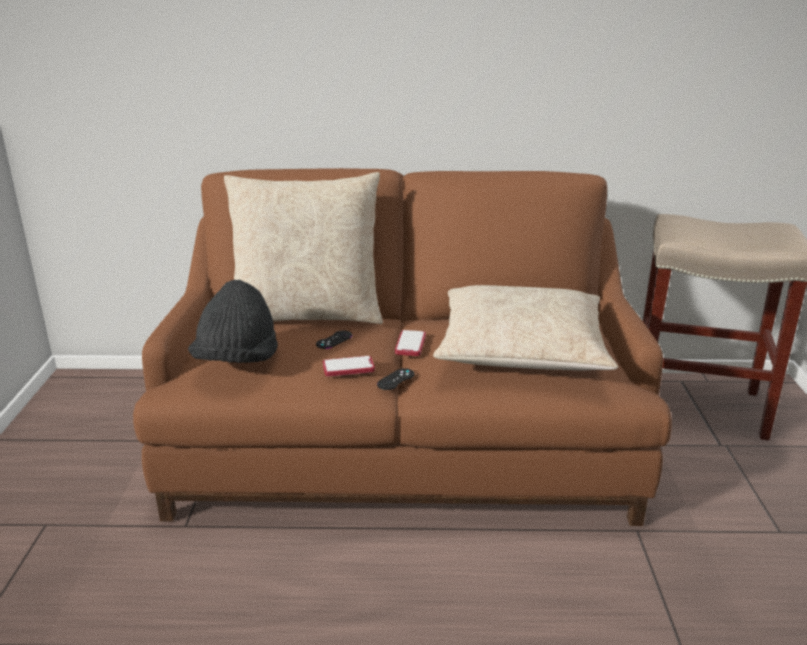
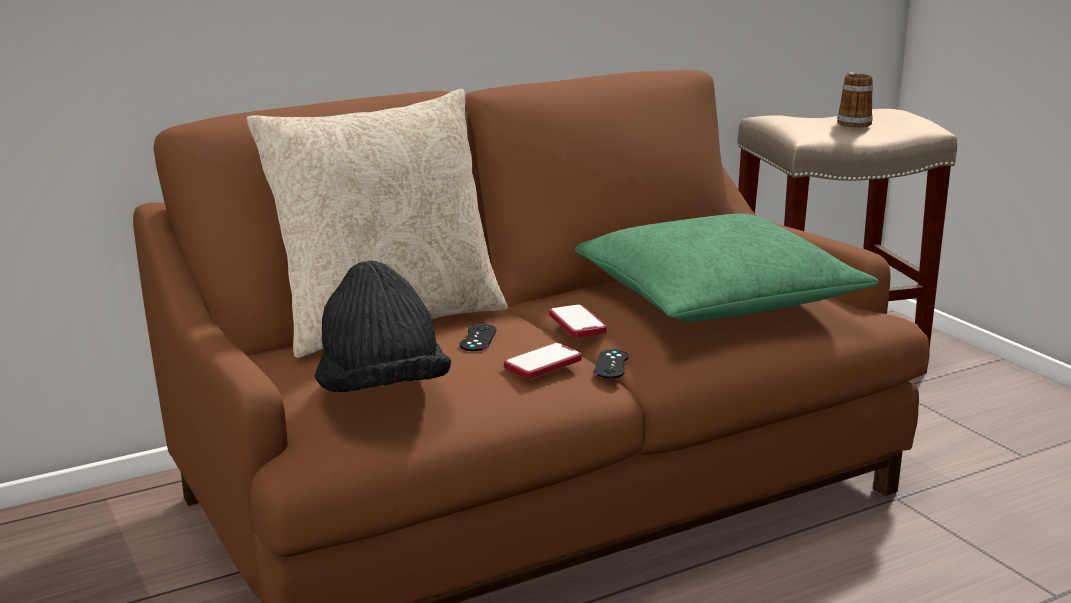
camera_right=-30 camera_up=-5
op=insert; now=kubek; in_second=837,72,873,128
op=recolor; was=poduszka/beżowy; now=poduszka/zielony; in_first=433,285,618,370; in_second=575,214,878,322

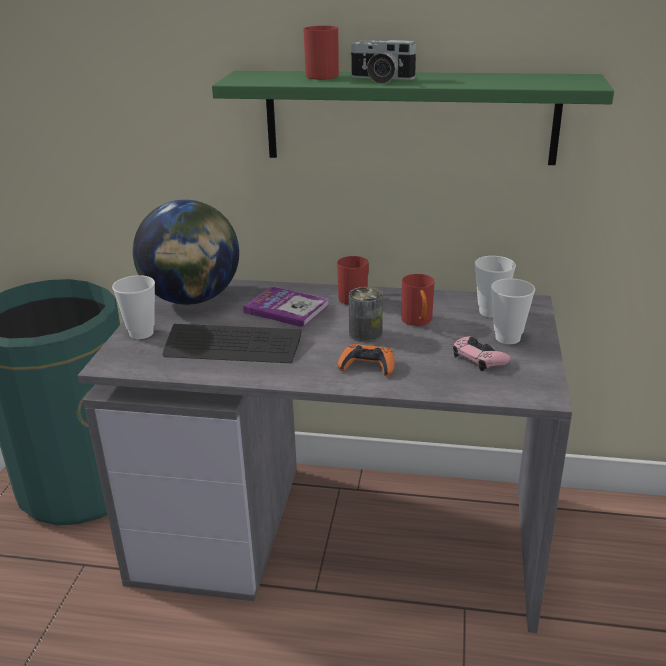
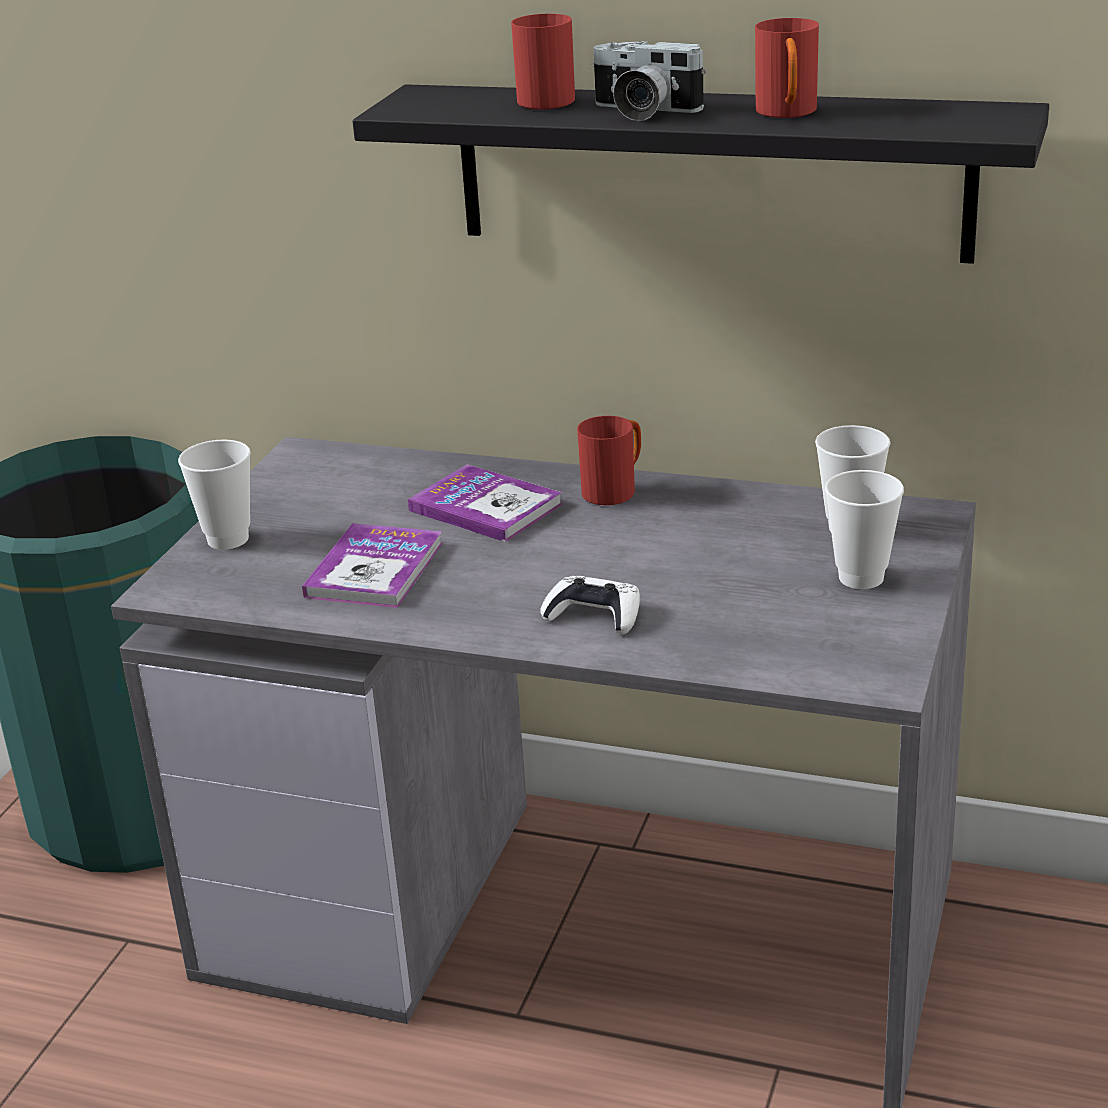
camera_right=10 camera_up=0
op=delete; was=globus; in_first=133,200,239,305
op=delete; was=puszka; in_first=349,287,383,342
op=delete; was=pad do gier/różowy; in_first=453,336,511,371
op=move; was=kubek/czerwony; in_first=401,274,435,326; in_second=755,18,819,118
op=replace; was=klawiatura; now=książka; in_first=163,324,302,363; in_second=302,523,443,608
op=recolor; was=półka/zielony; now=półka/czarny; in_first=212,71,614,165; in_second=353,84,1049,264
op=recolor; was=pad do gier/pomarańczowy; now=pad do gier/biały; in_first=338,344,395,376; in_second=540,576,640,634

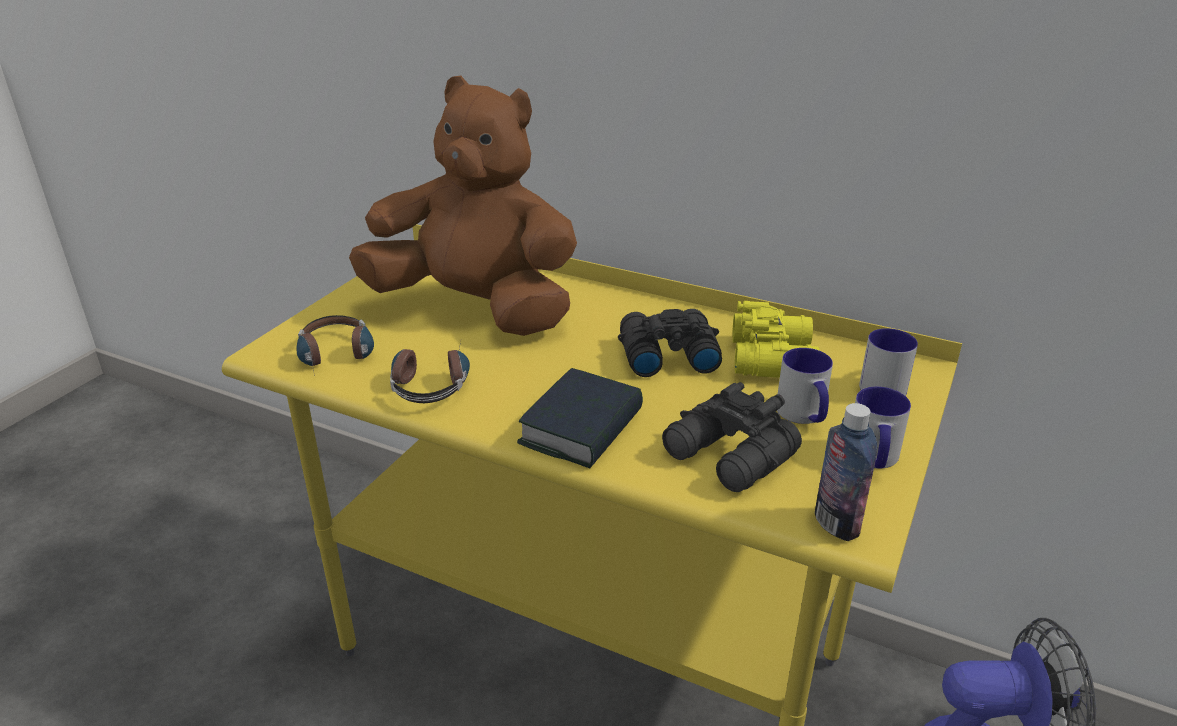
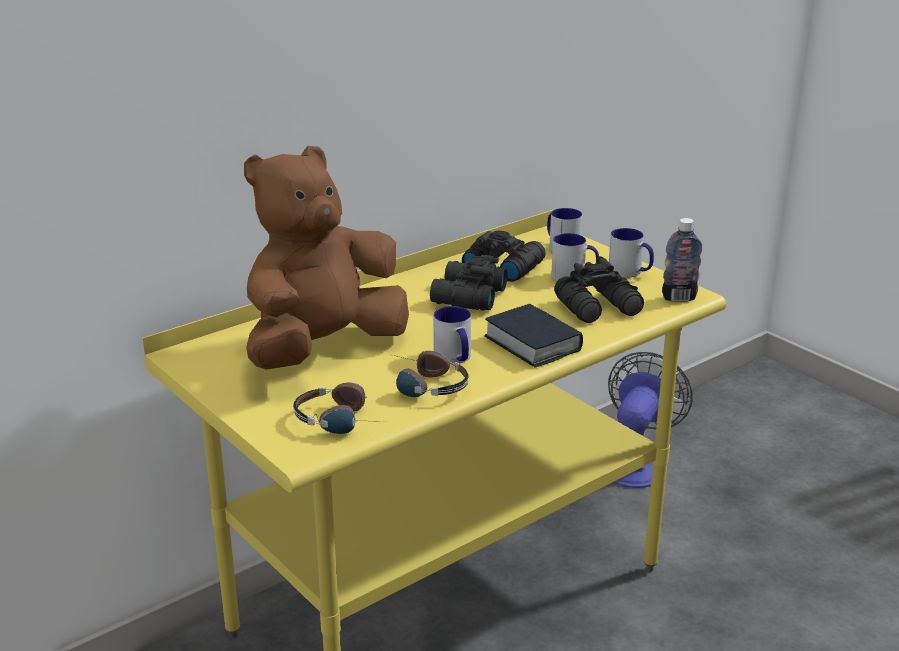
camera_right=-65 camera_up=-5
op=insert; now=kubek; in_second=433,306,471,364
op=recolor; was=lornetka/żółty; now=lornetka/czarny; in_first=732,301,820,378; in_second=462,230,546,282

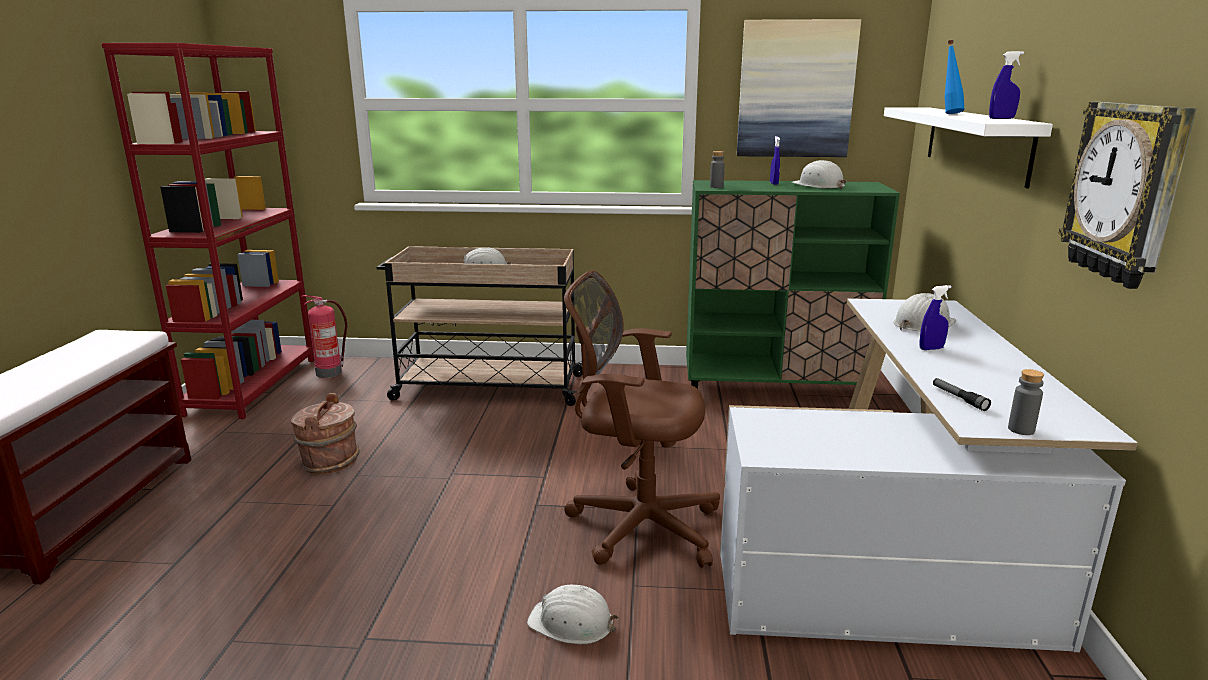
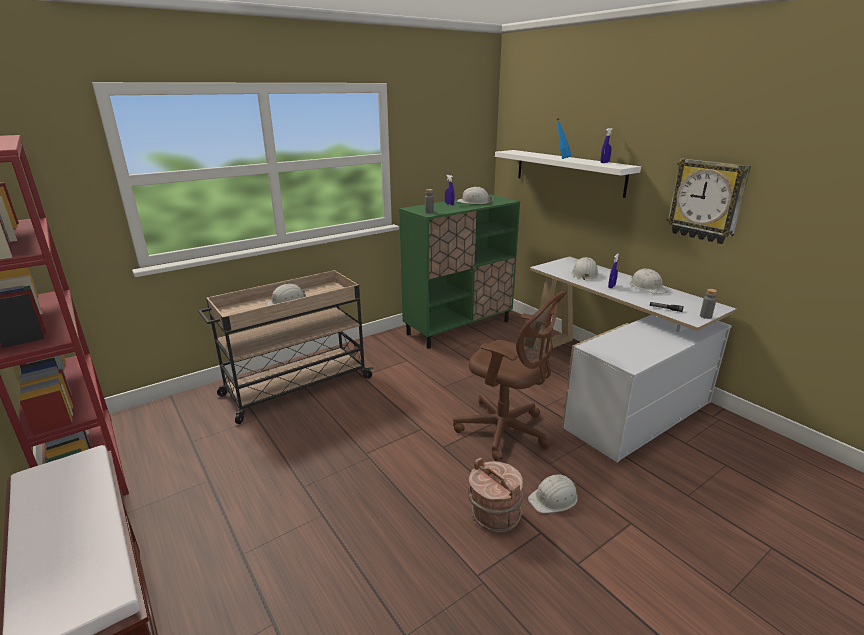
camera_right=-40 camera_up=5
op=delete; was=gaśnica; in_first=301,295,347,378
op=delete; was=obraz; in_first=737,19,861,157
op=insert; now=kask/biały; in_second=630,269,668,294
op=move; was=wiadro/brązowy; in_first=291,393,359,475; in_second=468,457,523,533
op=rotate; was=krzesło biurowe/brązowy; in_first=564,270,720,568; in_second=453,291,567,461; clockwise=-120

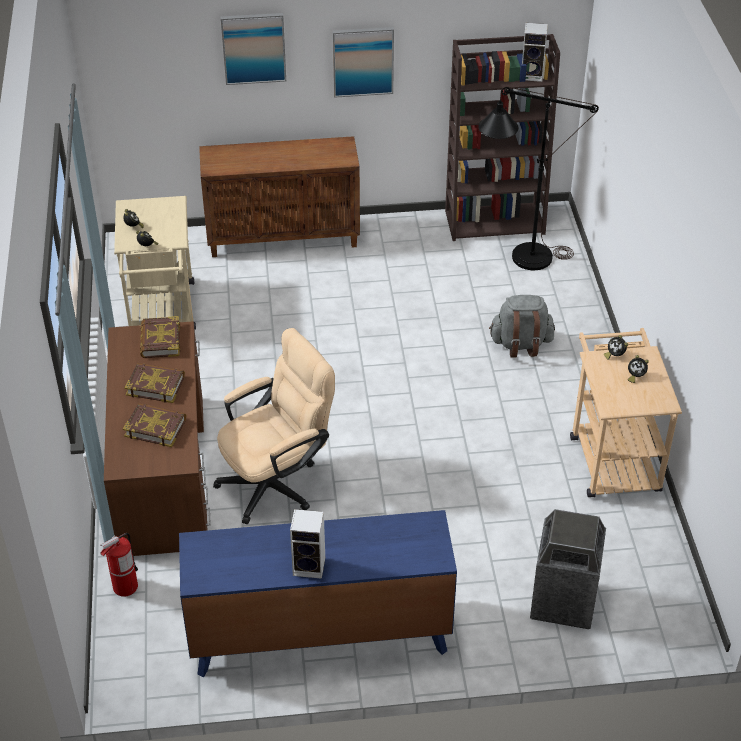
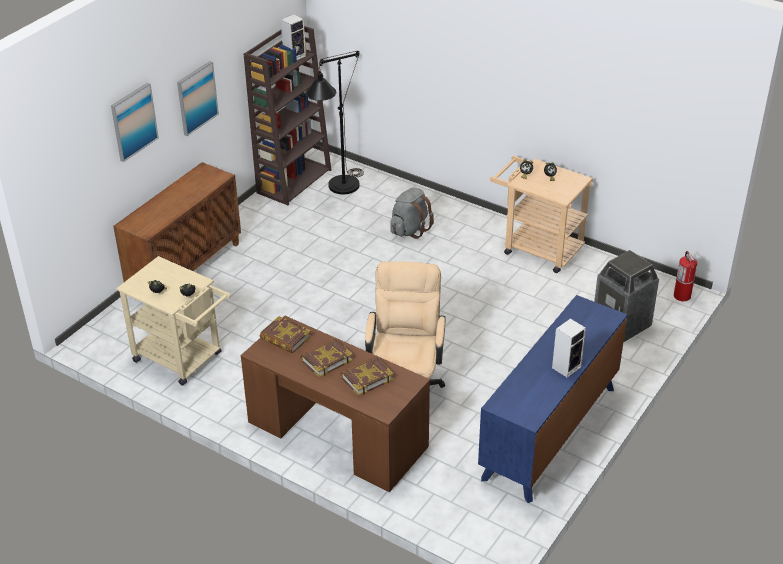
camera_right=-50 camera_up=-5
op=move; was=gaśnica; in_first=100,533,138,597; in_second=674,251,697,301

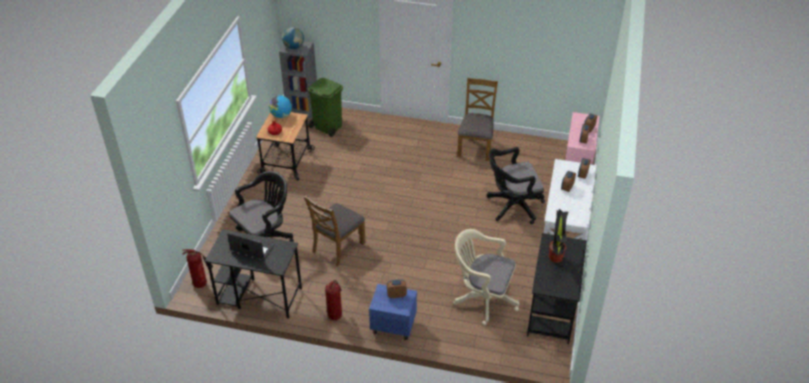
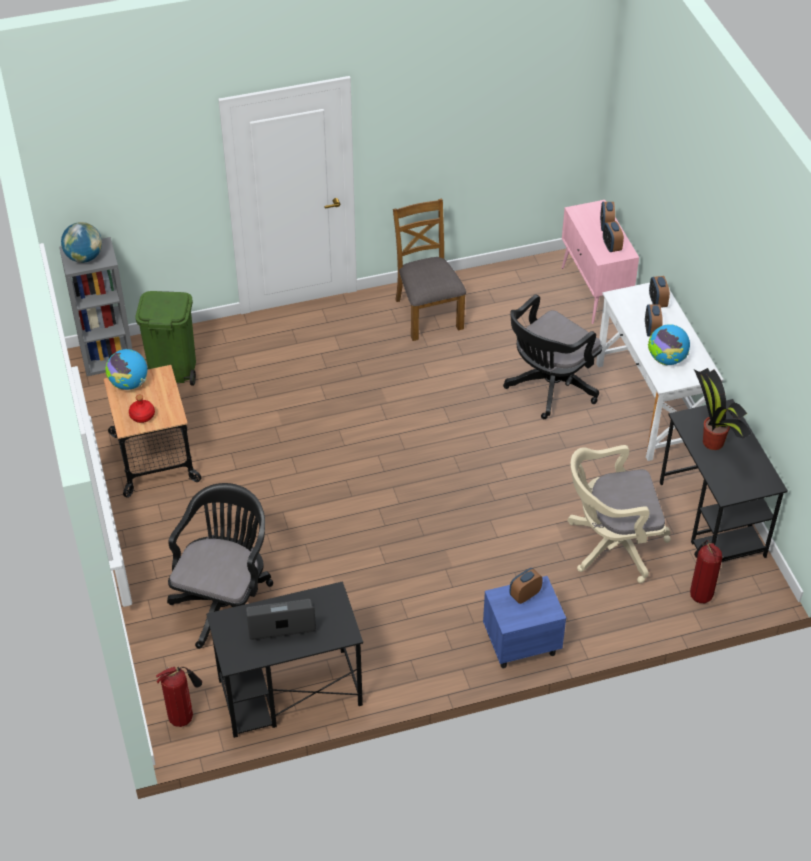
camera_right=-30 camera_up=5
op=delete; was=krzesło/brązowy; in_first=304,195,366,267
op=insert; now=globus; in_second=648,324,690,365
op=move; was=gaśnica; in_first=325,280,342,320; in_second=690,540,722,603

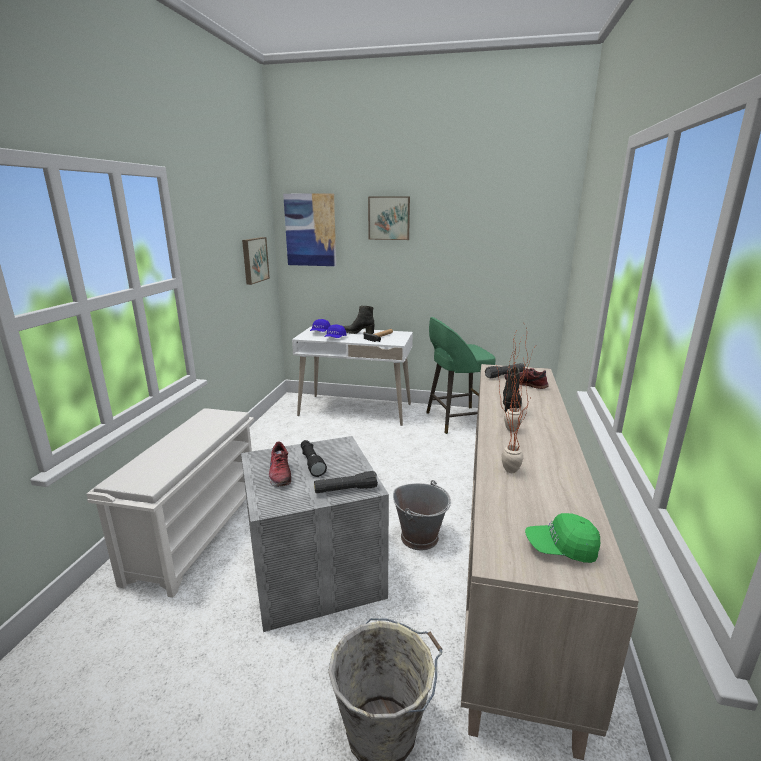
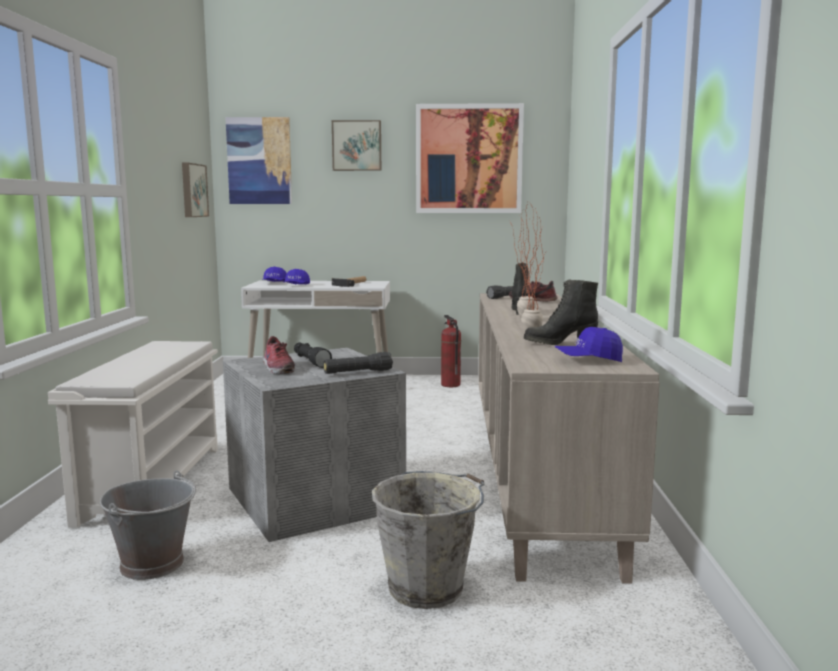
camera_right=-10 camera_up=-10
op=insert; now=obraz; in_second=416,103,524,213
op=move; was=but z cholewką/czarny; in_first=344,306,374,334; in_second=524,279,598,345
op=move; was=wiadro/szary; in_first=393,480,451,550; in_second=100,470,196,580
op=replace; was=stołek/zielony; now=gaśnica; in_first=426,317,495,434; in_second=441,315,461,387
op=recolor; was=czapka z daszkiem/zielony; now=czapka z daszkiem/niebieski; in_first=525,513,600,563; in_second=555,327,623,362

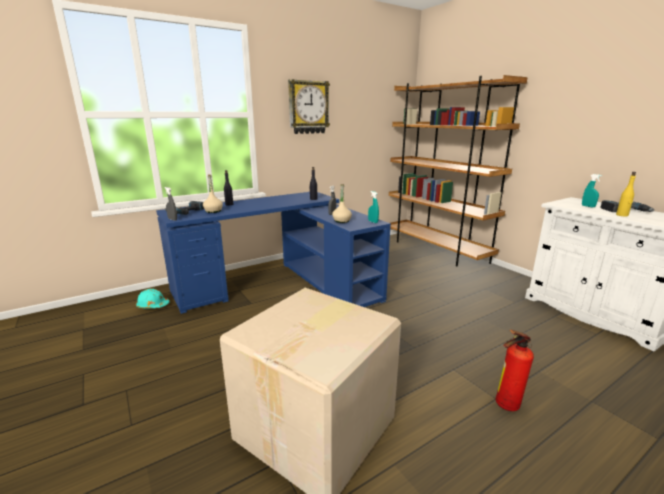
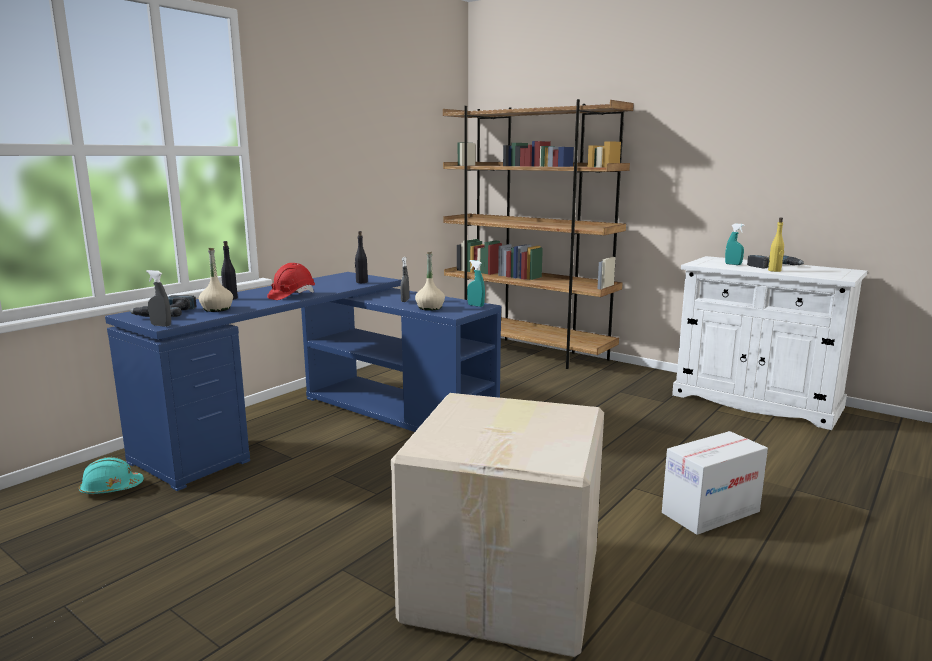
camera_right=-20 camera_up=-5
op=delete; was=zegar ścienny; in_first=288,79,330,134
op=insert; now=kask/czerwony; in_second=267,263,315,300
op=replace; was=gaśnica; now=karton; in_first=496,330,534,411; in_second=662,431,768,535

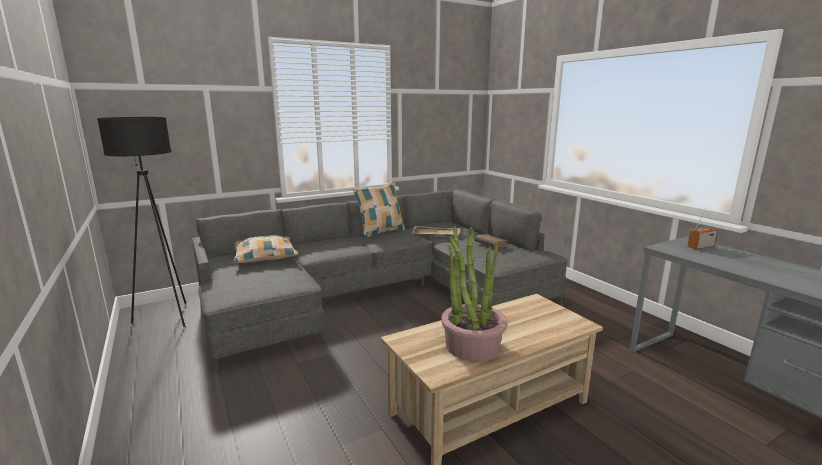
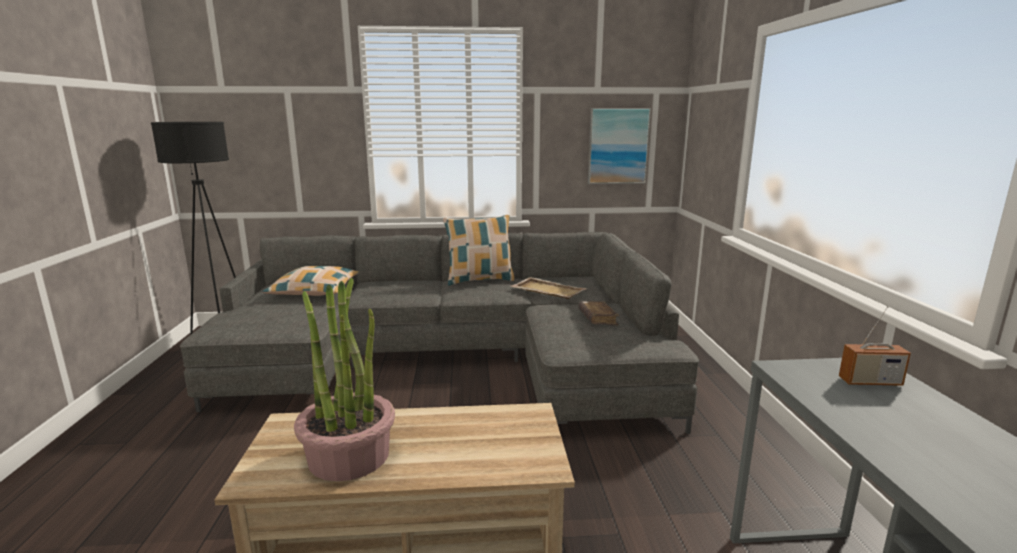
camera_right=25 camera_up=0
op=insert; now=obraz; in_second=588,108,651,184

